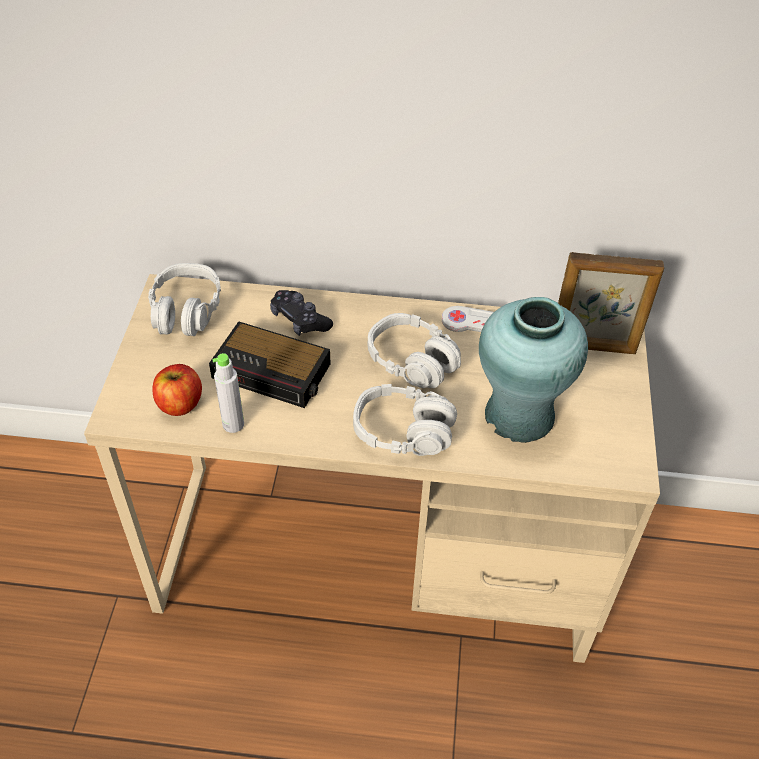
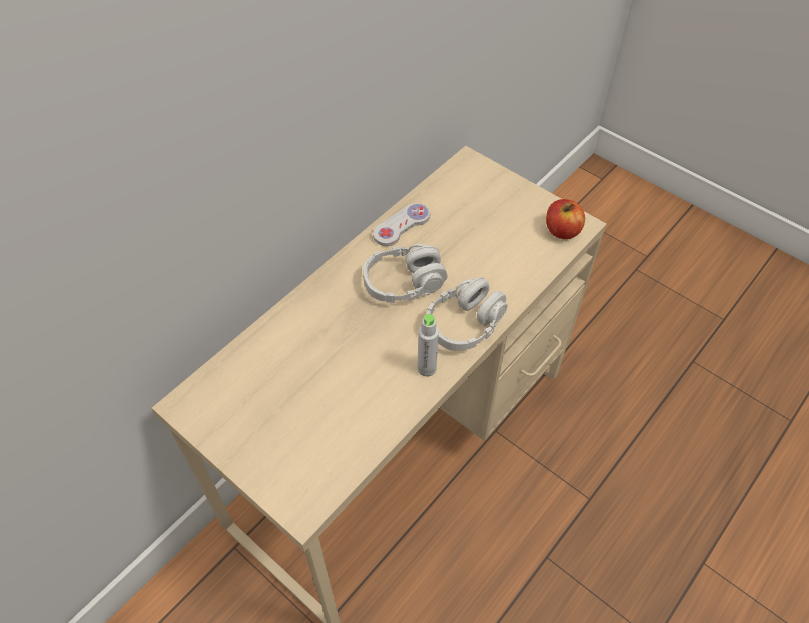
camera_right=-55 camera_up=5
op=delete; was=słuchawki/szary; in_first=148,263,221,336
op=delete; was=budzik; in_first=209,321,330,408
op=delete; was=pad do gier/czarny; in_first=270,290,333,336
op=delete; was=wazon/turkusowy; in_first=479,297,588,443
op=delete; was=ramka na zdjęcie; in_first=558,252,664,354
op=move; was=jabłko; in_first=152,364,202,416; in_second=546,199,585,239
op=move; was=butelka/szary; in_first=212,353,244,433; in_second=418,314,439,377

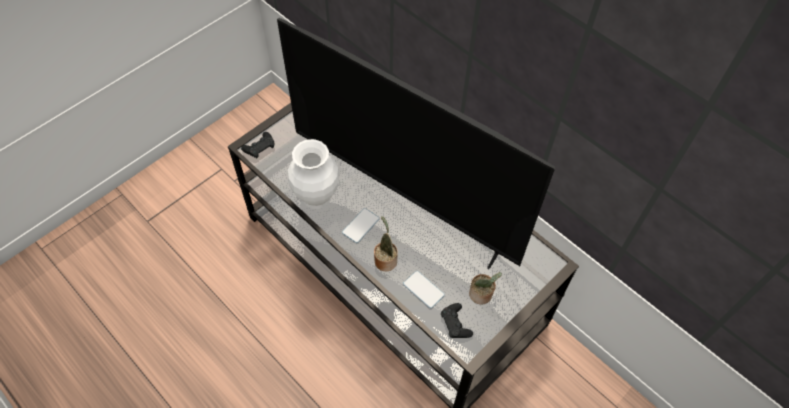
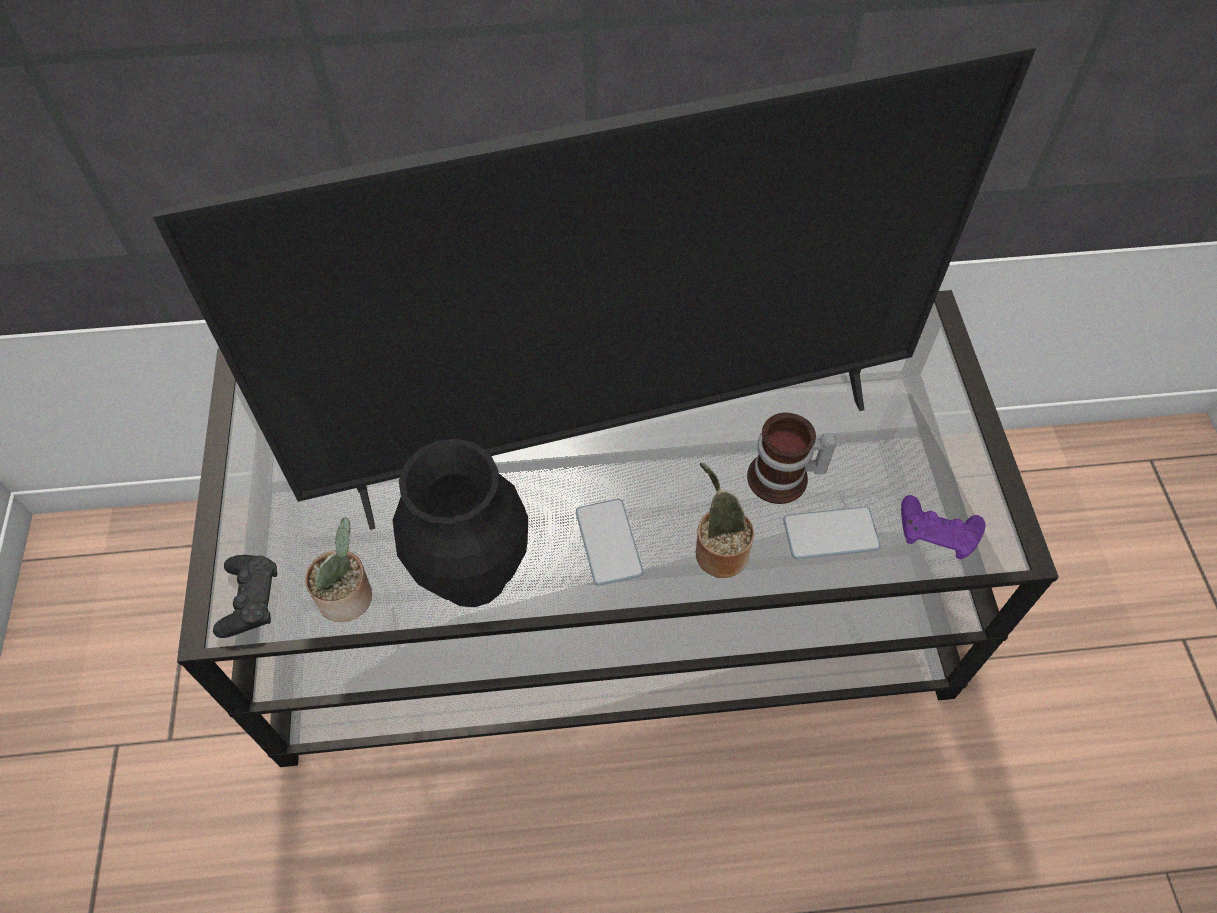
camera_right=-50 camera_up=0
op=insert; now=kubek; in_second=747,412,837,504
op=move; was=roślina doniczkowa; in_first=469,272,502,304; in_second=305,518,372,622
op=recolor; was=wazon/biały; now=wazon/czarny; in_first=288,139,340,209; in_second=392,438,528,607
op=recolor; was=pad do gier/czarny; now=pad do gier/fioletowy; in_first=441,303,473,338; in_second=901,495,985,559

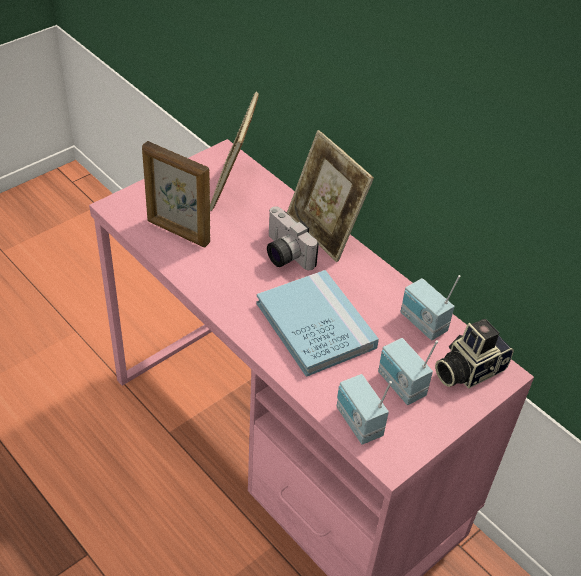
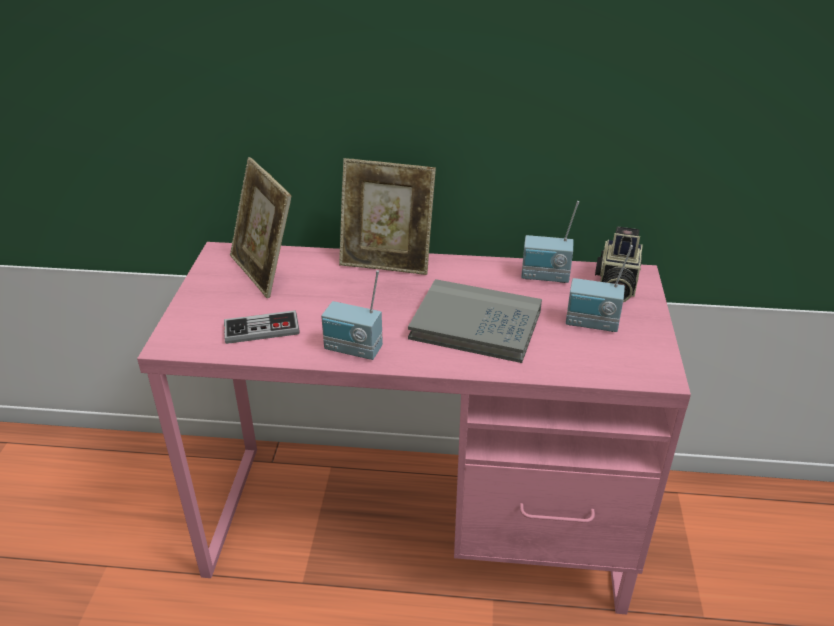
camera_right=-40 camera_up=-10
op=delete; was=aparat fotograficzny; in_first=267,206,319,270
op=move; was=radio; in_first=337,374,392,445; in_second=321,270,383,360
op=replace; was=ramka na zdjęcie; now=pad do gier; in_first=142,141,210,247; in_second=224,310,300,344
op=recolor; was=książka/niebieski; now=książka/szary; in_first=256,270,379,377; in_second=408,279,542,363

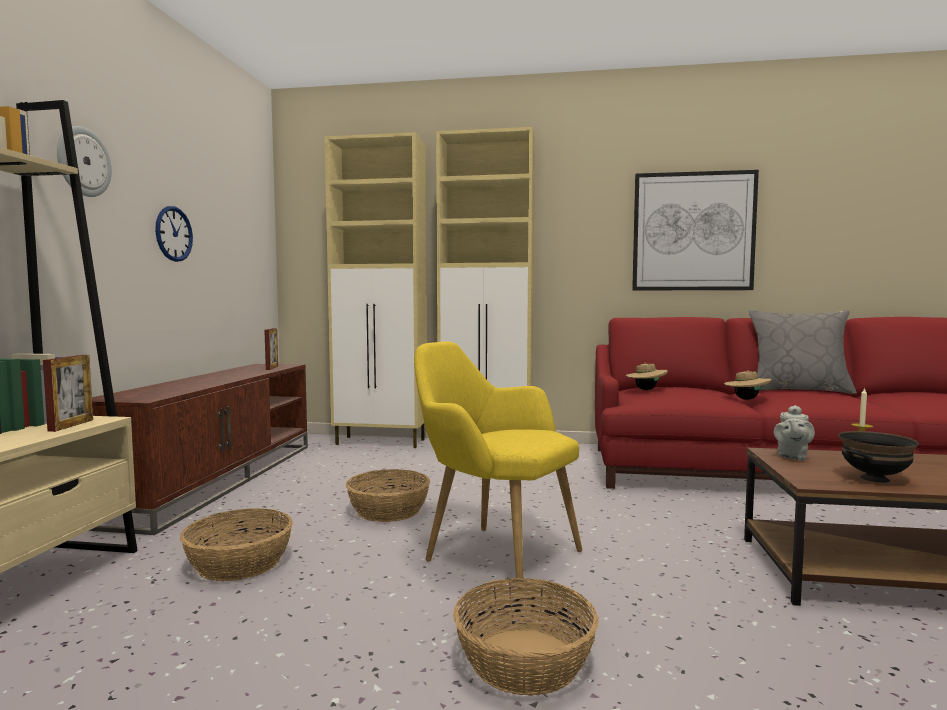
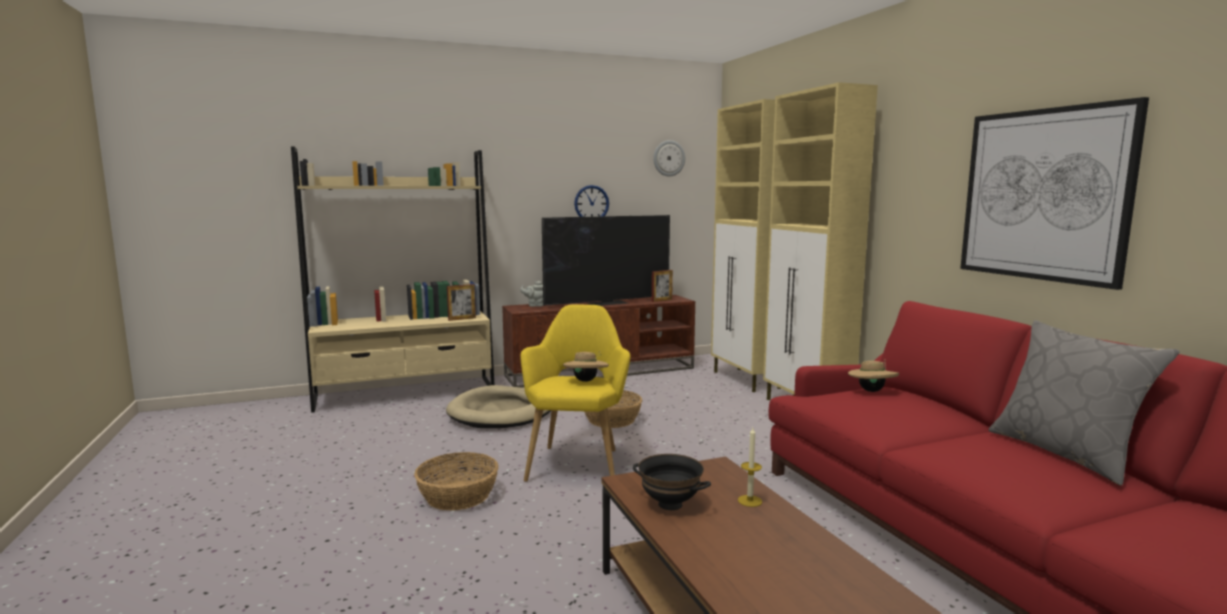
camera_right=60 camera_up=5
op=insert; now=telewizor; in_second=542,215,670,306
op=move; was=zegar ścienny; in_first=57,126,112,197; in_second=653,140,685,177
op=move; was=kapelusz/beżowy; in_first=724,370,771,400; in_second=563,352,609,382
op=move; was=imbryk/szary; in_first=774,405,815,460; in_second=520,281,544,307
op=replace; was=koszyk; now=legowisko/beżowy; in_first=180,508,293,581; in_second=446,385,551,428

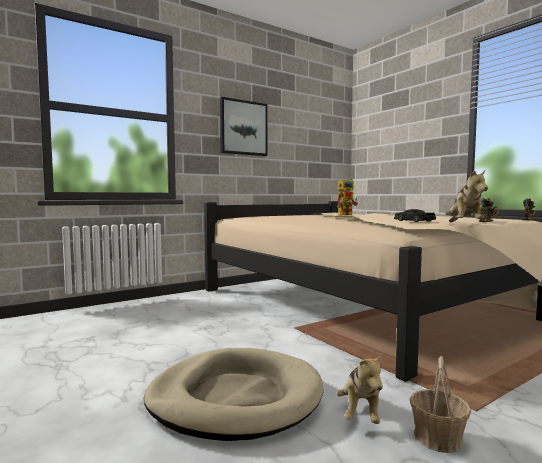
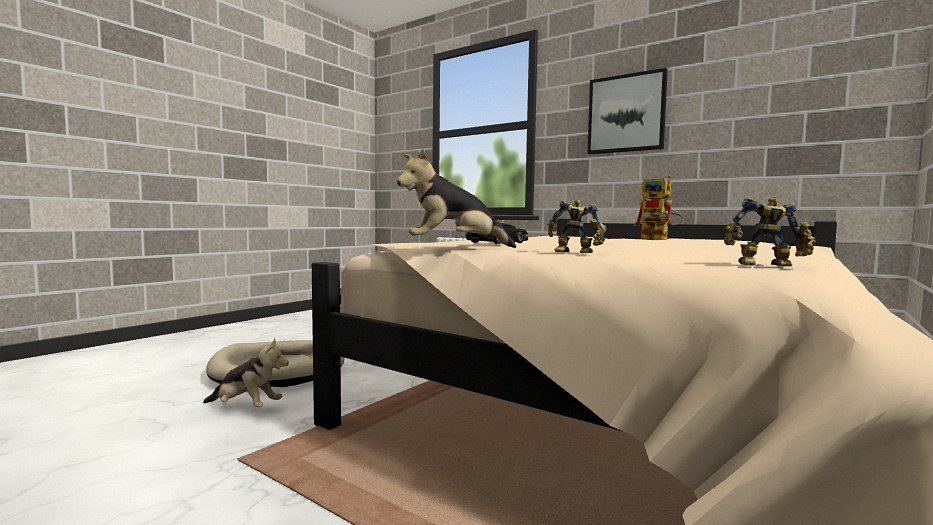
camera_right=70 camera_up=0
op=delete; was=koszyk; in_first=410,356,471,453
op=rotate; was=pluszak; in_first=336,353,383,424; in_second=203,338,289,407; clockwise=-150

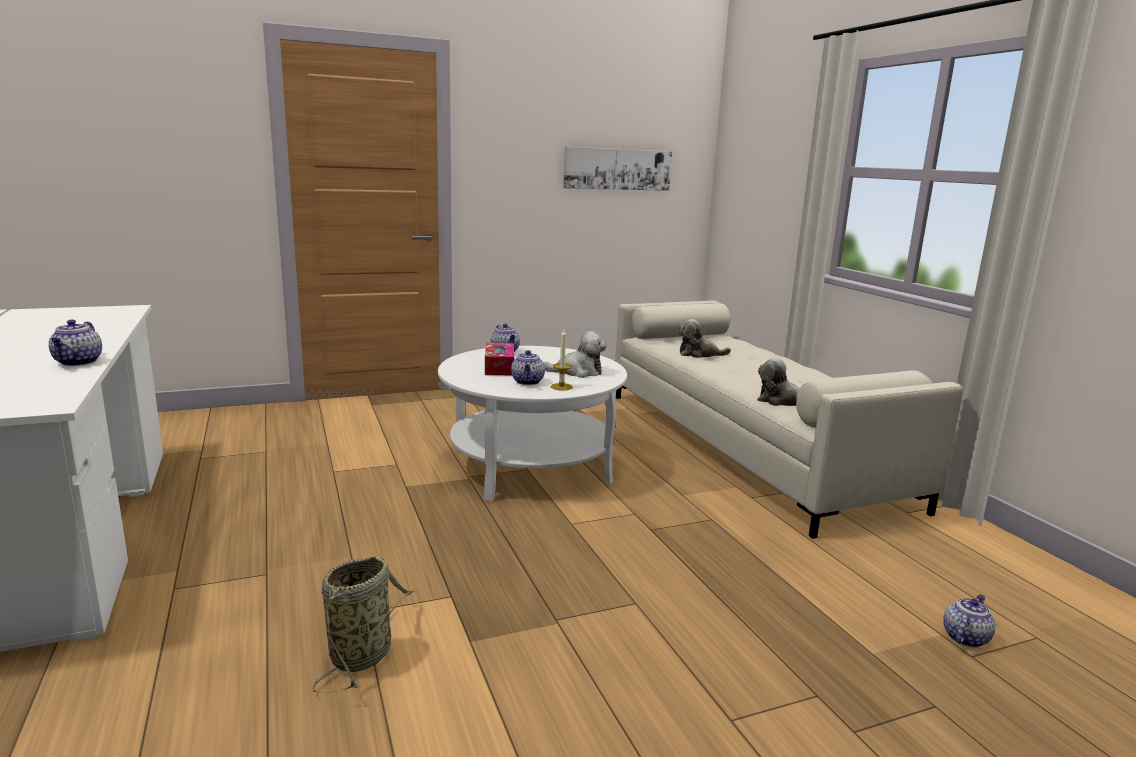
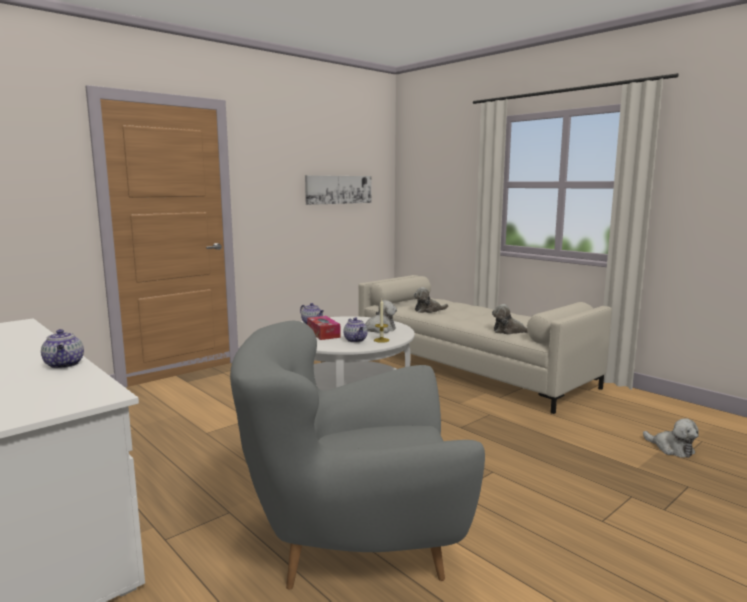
camera_right=-20 camera_up=-5
op=replace; was=koszyk; now=fotel/szary; in_first=312,556,414,693; in_second=230,321,485,590
op=replace; was=imbryk; now=pluszak; in_first=943,594,996,648; in_second=643,418,699,458

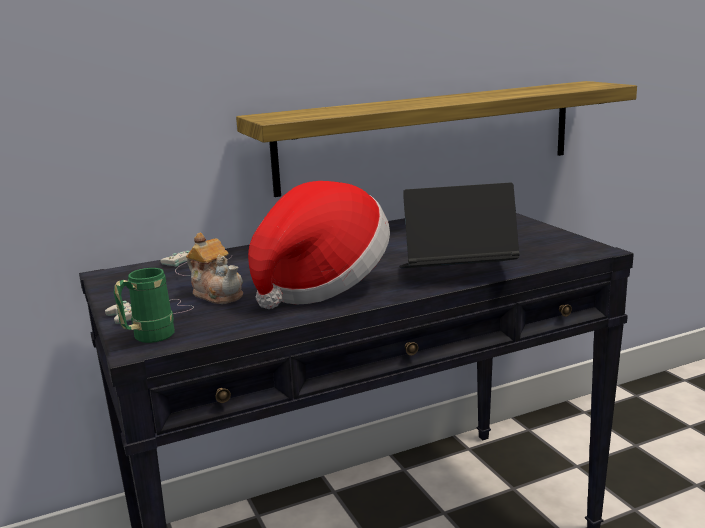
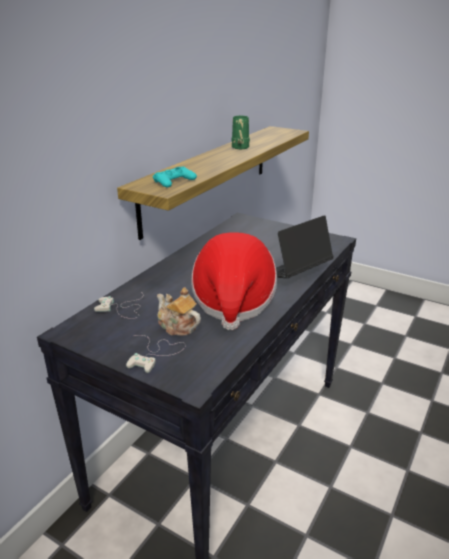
camera_right=-35 camera_up=10
op=insert; now=pad do gier/turkusowy; in_second=153,166,197,187
op=move; was=kubek/zielony; in_first=114,268,175,343; in_second=232,116,250,149
op=rotate; was=imbryk; in_first=186,232,243,304; in_second=157,287,201,336; clockwise=-150

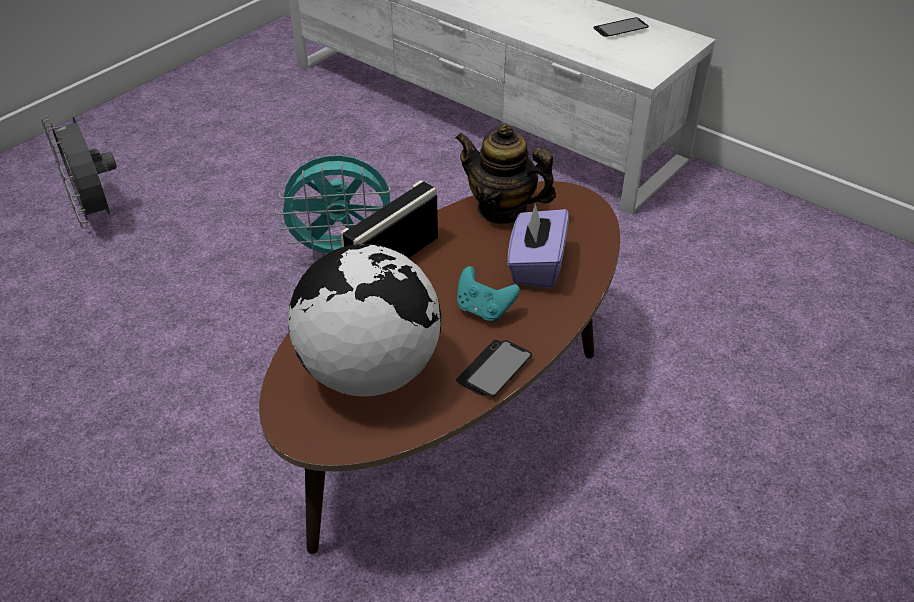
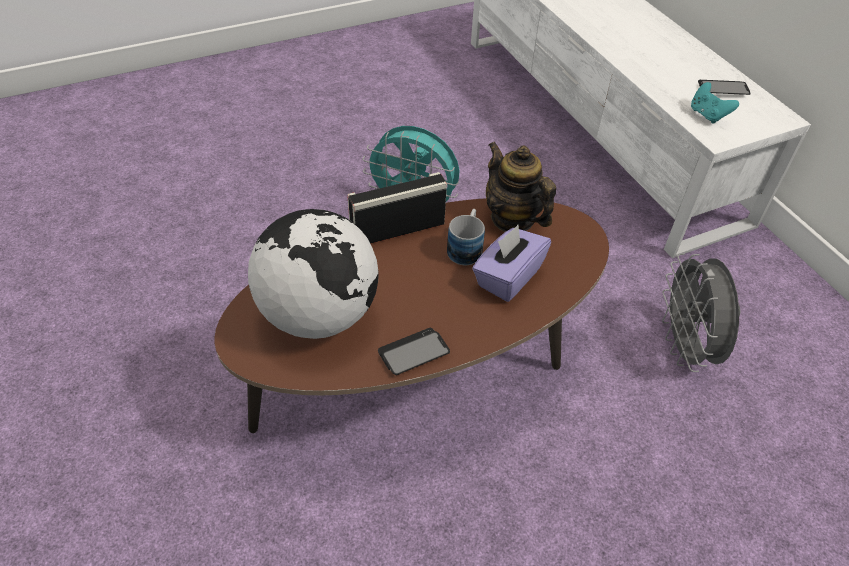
camera_right=25 camera_up=5
op=insert; now=kubek; in_second=447,209,485,265
op=move; was=wentylator/szary; in_first=41,115,117,229; in_second=662,253,740,372
op=move; was=pad do gier/turkusowy; in_first=457,266,520,322; in_second=691,82,739,124

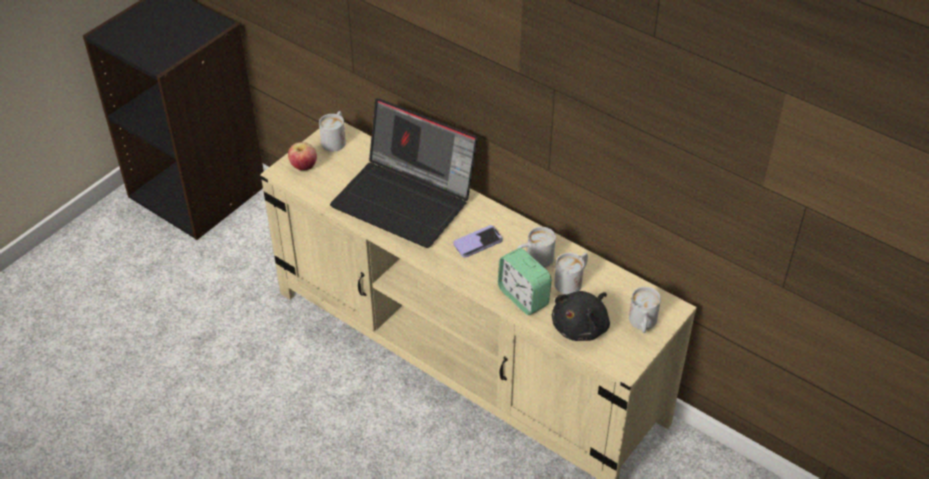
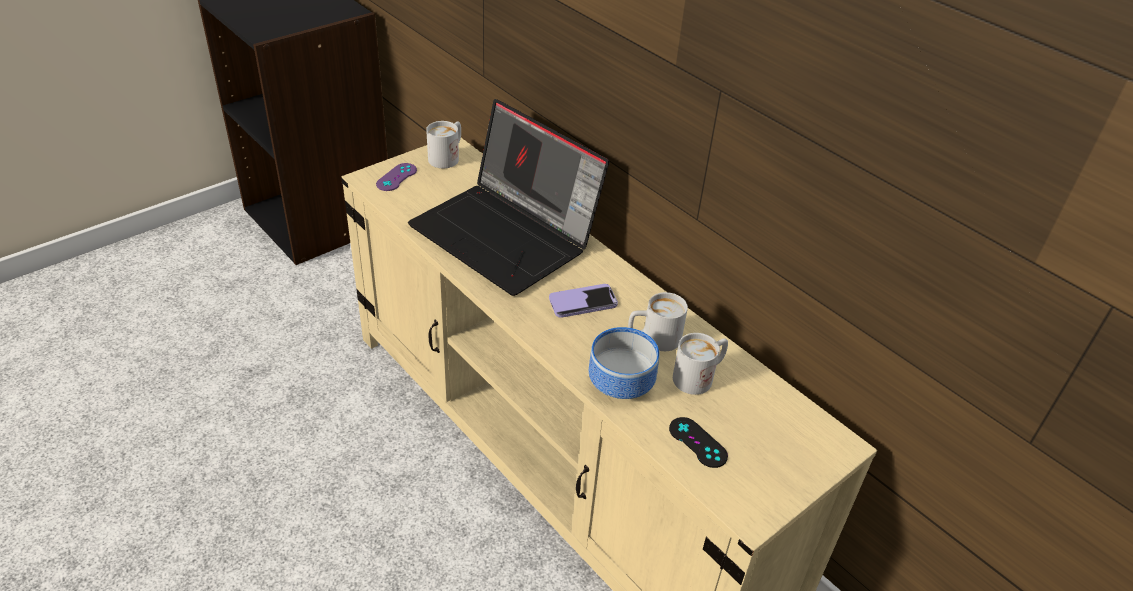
camera_right=10 camera_up=-5
op=delete; was=kubek/biały; in_first=629,287,661,333
op=replace; was=jabłko; now=pad do gier/fioletowy; in_first=288,142,317,171; in_second=376,163,417,191
op=replace; was=budzik; now=miska; in_first=498,248,552,315; in_second=589,327,660,399
op=replace; was=pluszak/czarny; now=pad do gier/czarny; in_first=552,291,610,341; in_second=669,417,728,468

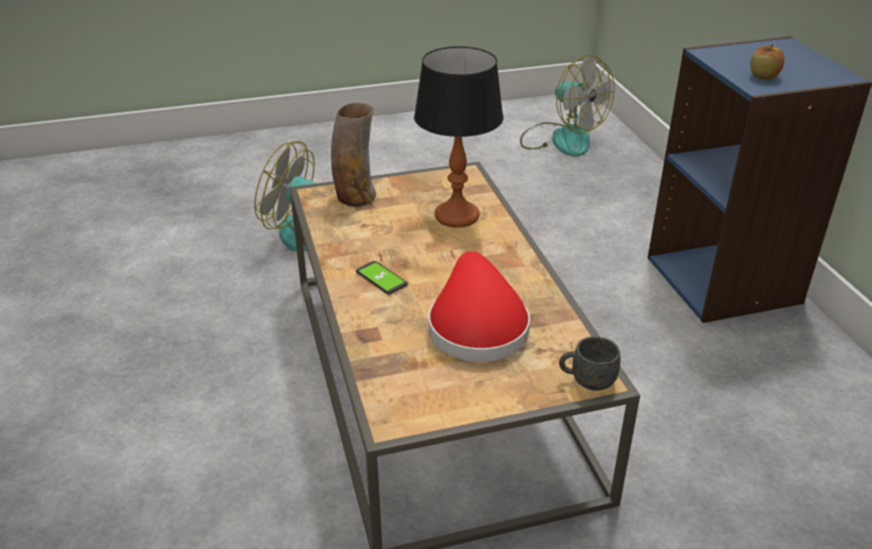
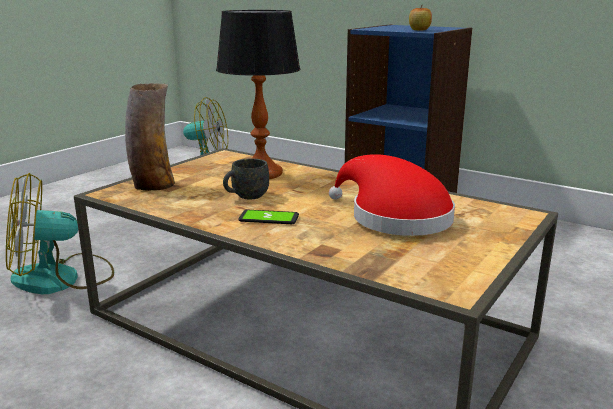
camera_right=-40 camera_up=-15
op=move; was=kubek/szary; in_first=559,336,621,391; in_second=223,158,269,199

